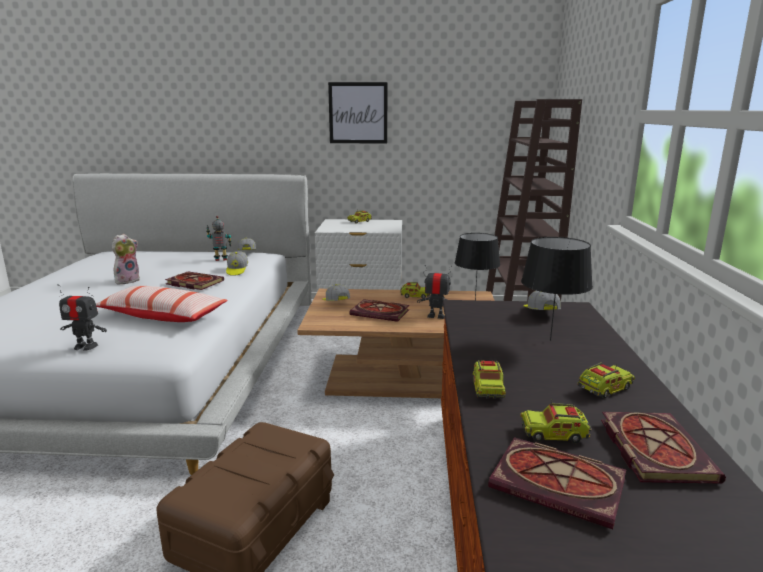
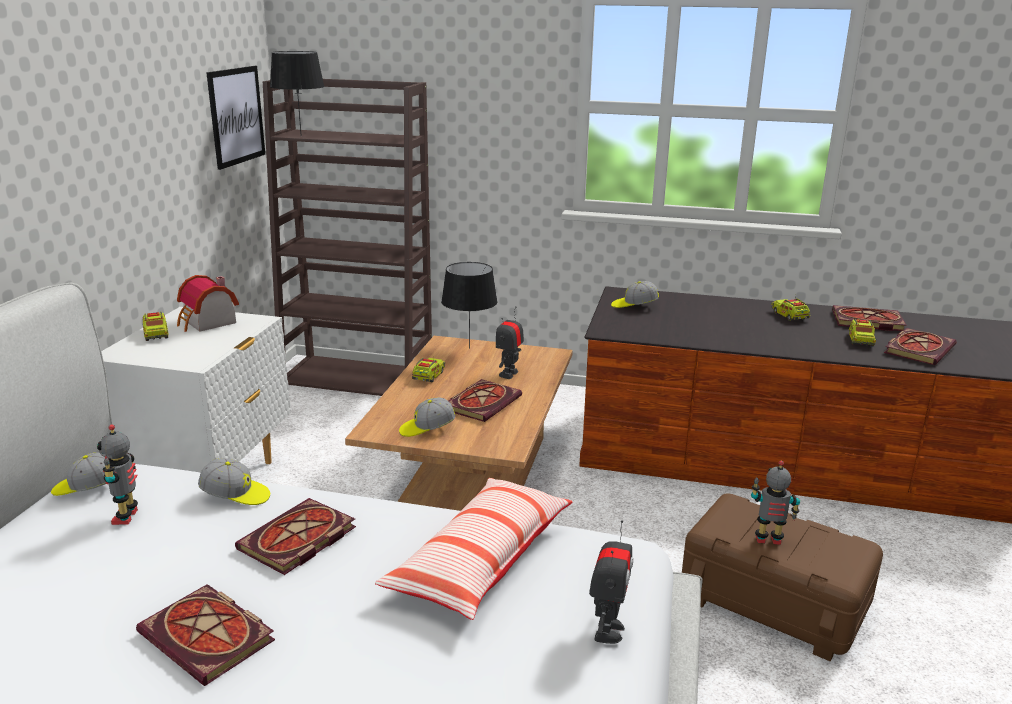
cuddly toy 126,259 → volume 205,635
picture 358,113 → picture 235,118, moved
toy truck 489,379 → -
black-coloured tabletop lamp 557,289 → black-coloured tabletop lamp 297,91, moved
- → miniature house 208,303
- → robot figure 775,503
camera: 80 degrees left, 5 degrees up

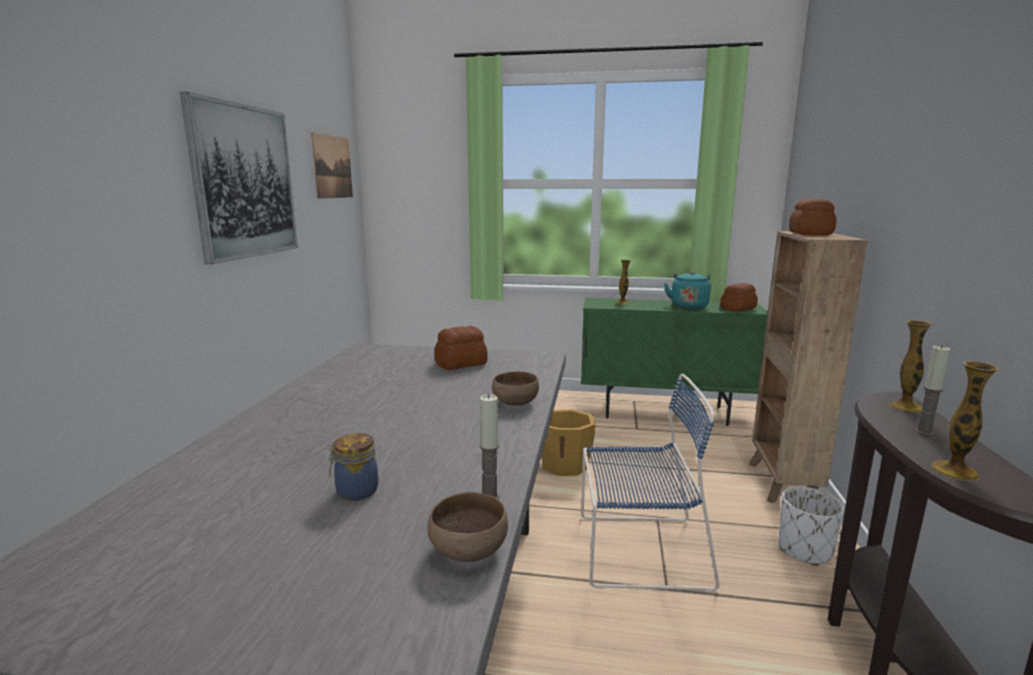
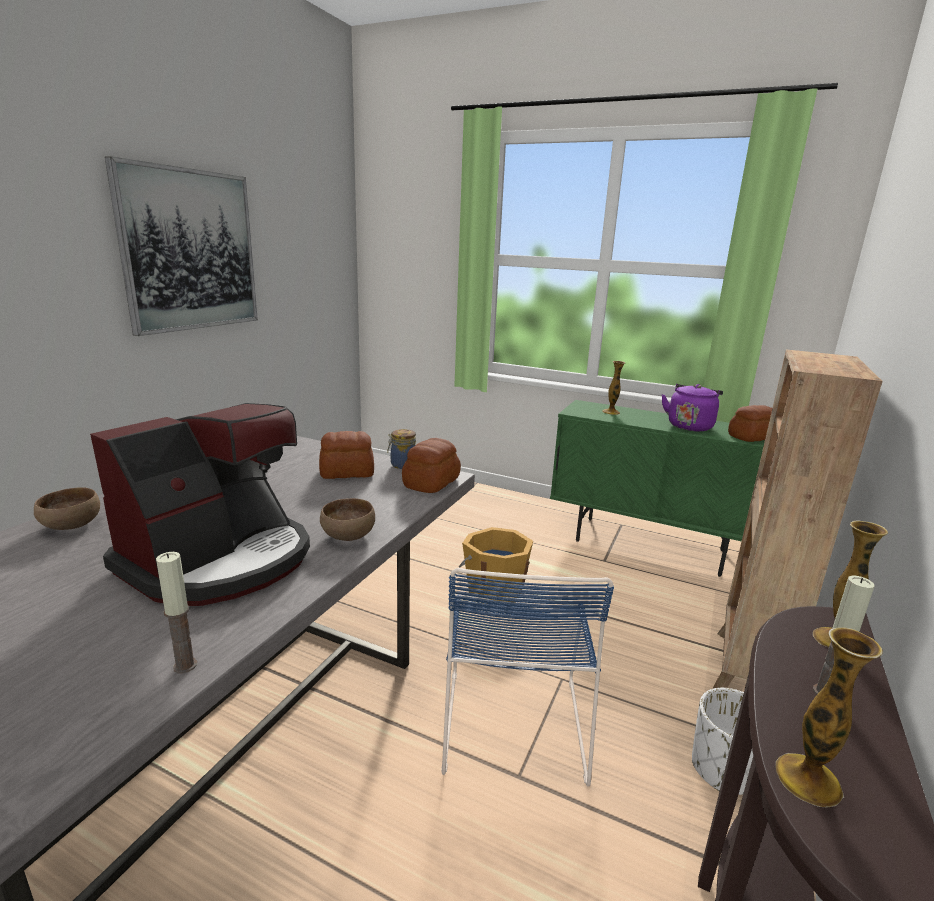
picture 332,165 → -
storage jar 353,467 → storage jar 401,449, moved
brownish bowl 468,527 → brownish bowl 67,508, moved
blue-coloured upright chair 650,483 → blue-coloured upright chair 527,677, 75 degrees clockwise
blue-green kettle 687,290 → purple-coloured kettle 692,407
baked bread 813,217 → baked bread 431,465, moved
- → coffee machine 200,504
camera: 15 degrees right, 5 degrees up

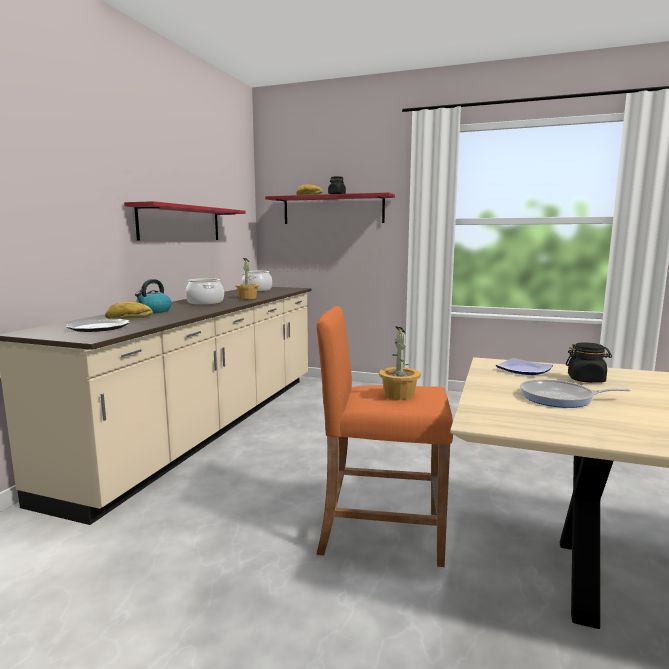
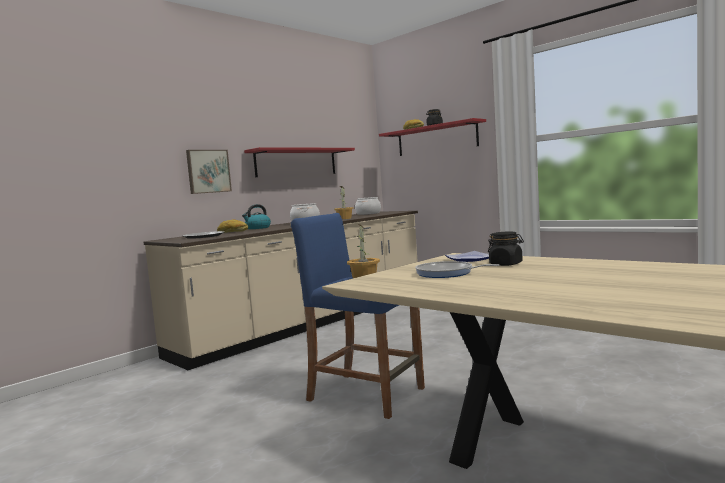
orange-coloured stool seat 384,436 → blue-coloured stool seat 358,316
- → picture 209,172
camera: 25 degrees right, 5 degrees down

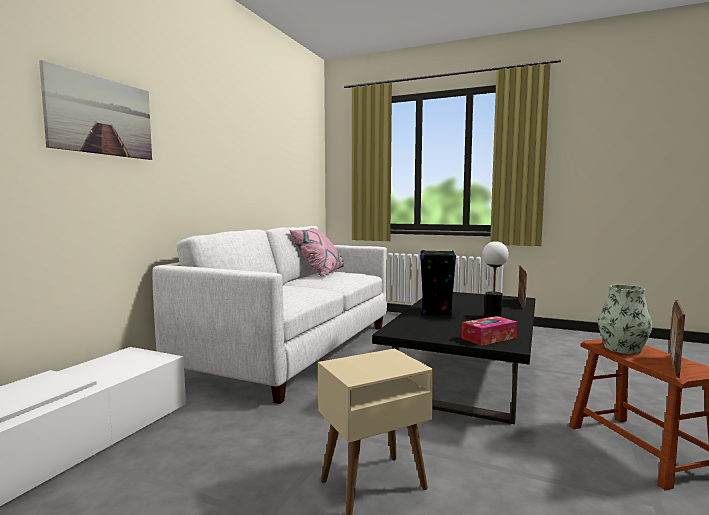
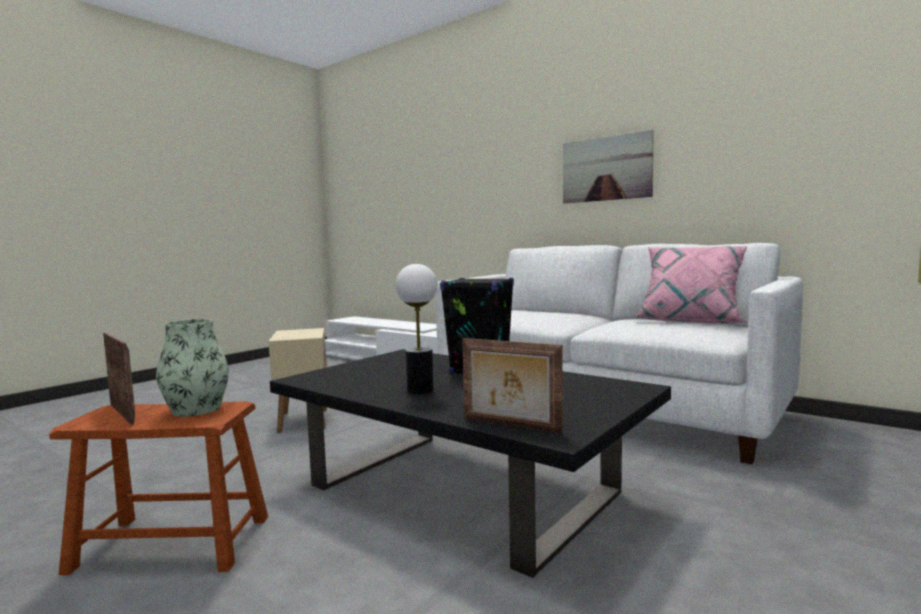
picture 95,110 → picture 608,167, moved
box of tissues 489,331 → -
camera: 105 degrees right, 0 degrees up

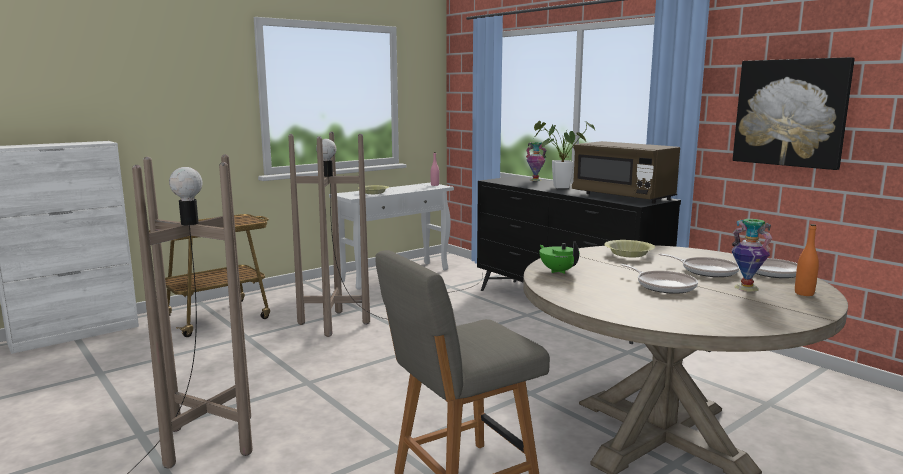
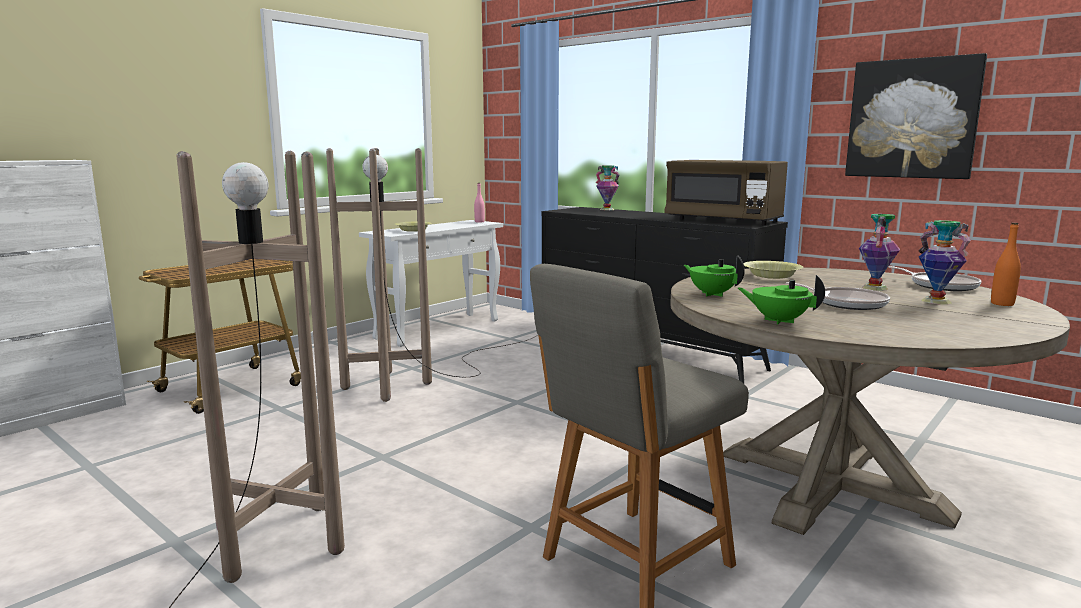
potted plant 564,154 → -
skillet 699,265 → vase 879,252
- → green tea pot 781,299
camera: 10 degrees left, 0 degrees up

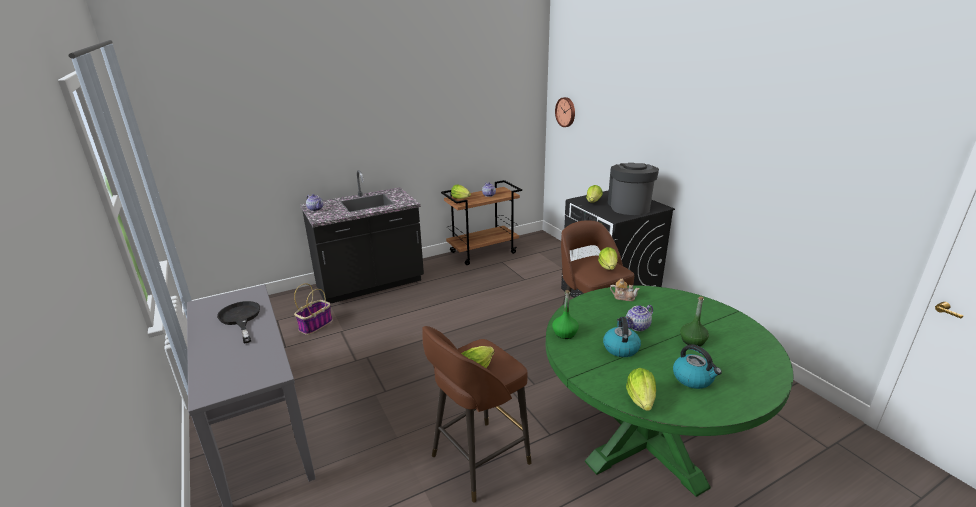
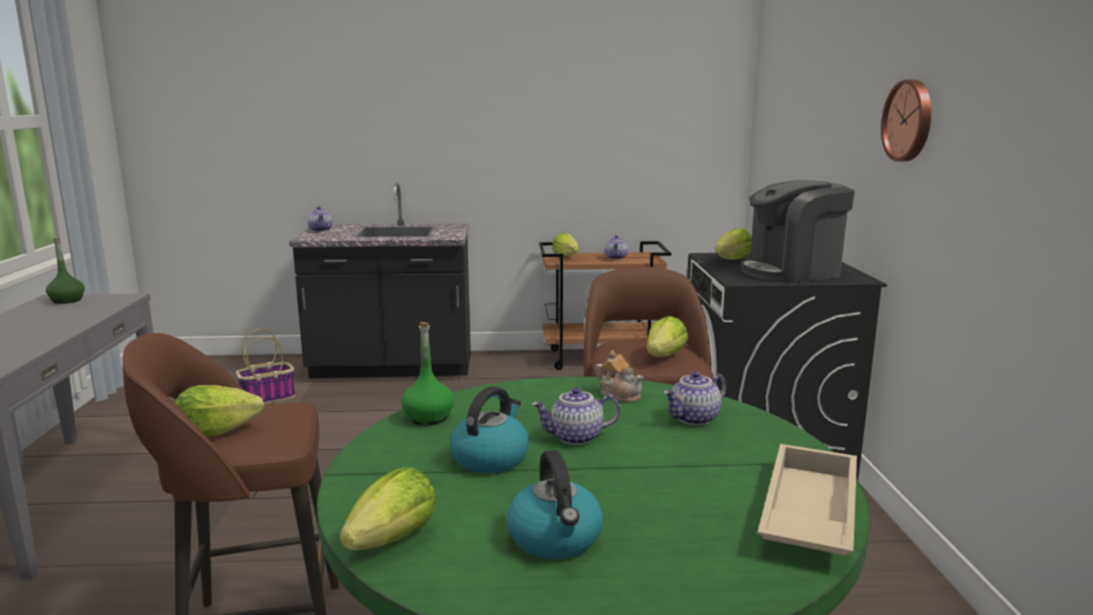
black-coloured skillet 238,322 → -
clock on the wall 565,112 → clock on the wall 906,120, moved
coffee machine 633,189 → coffee machine 797,231, 135 degrees counterclockwise
green bottle 694,321 → green bottle 65,271, moved
- → tea pot 695,398
- → sand-coloured carrying tray 807,500
camera: 25 degrees right, 10 degrees down

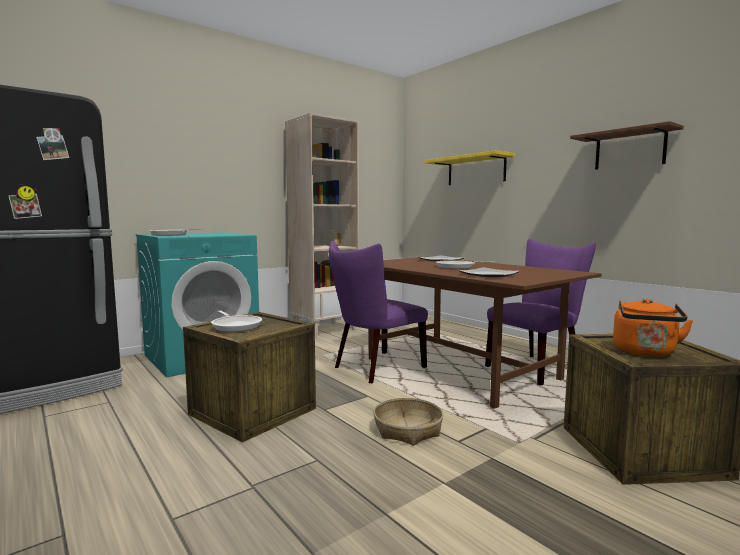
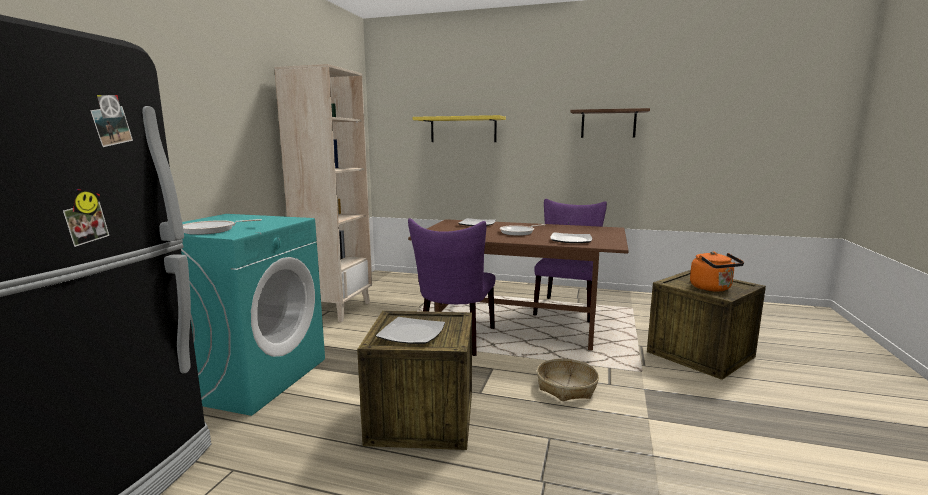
skillet 236,321 → dinner plate 410,330
camera: 35 degrees left, 5 degrees up

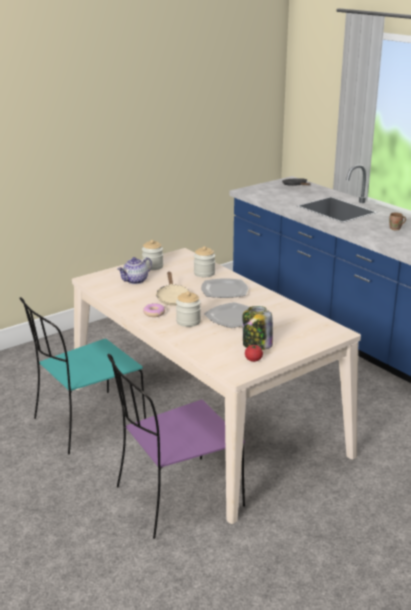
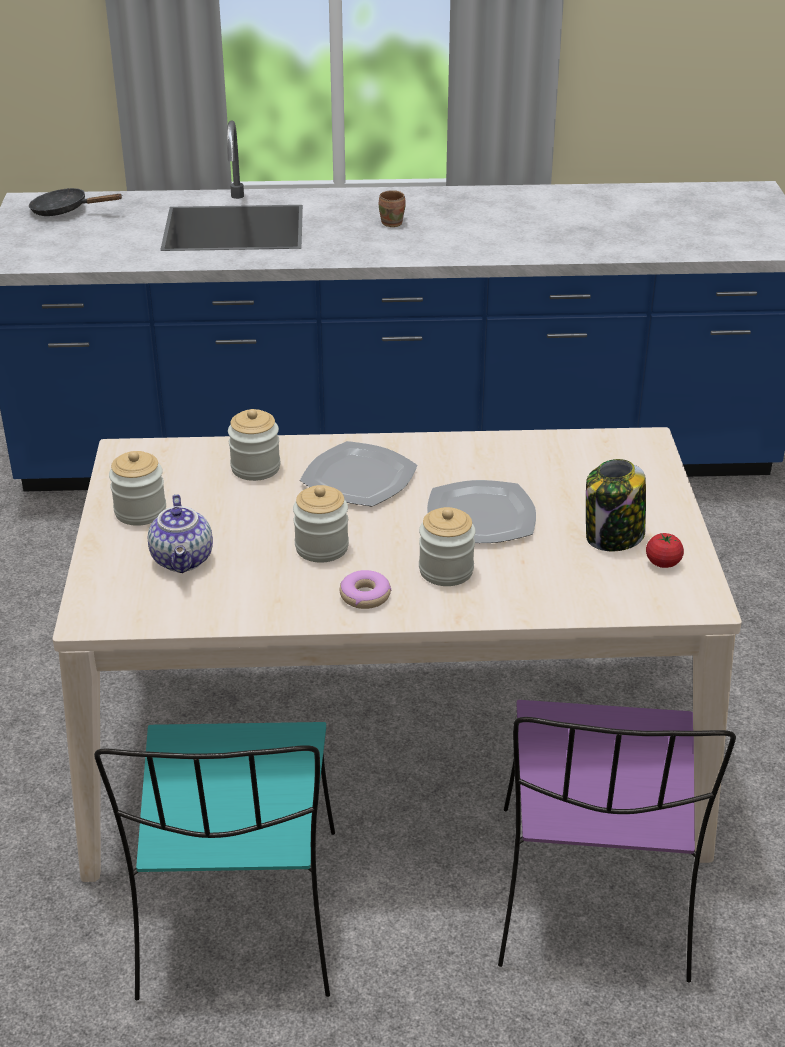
sand-coloured skillet 173,289 → storage jar 321,524
camera: 55 degrees left, 10 degrees up

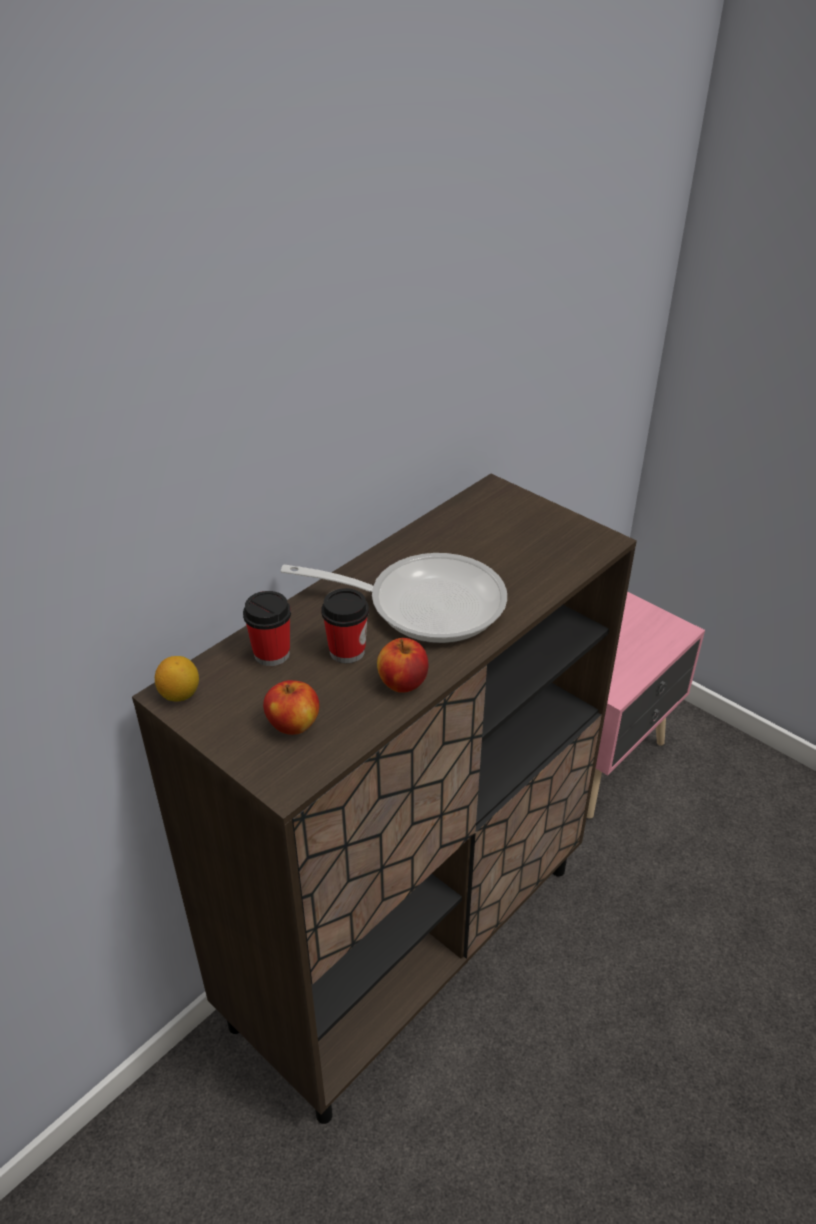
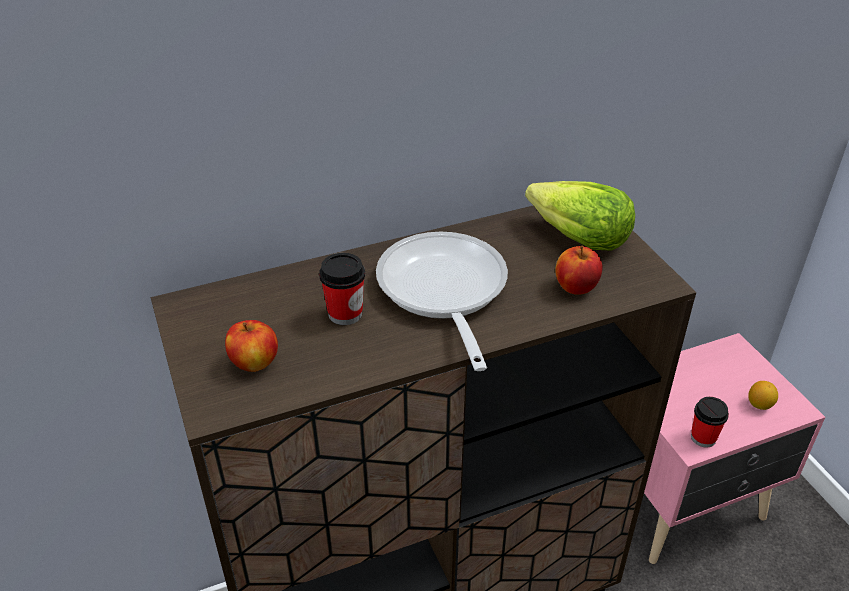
citrus fruit 177,678 → citrus fruit 763,395, moved
drinking cup 267,628 → drinking cup 710,422, moved
skillet 394,598 → skillet 442,301, 135 degrees counterclockwise
apple fruit 402,665 → apple fruit 579,270, moved
- → head of lettuce 580,216
camera: 25 degrees right, 0 degrees up

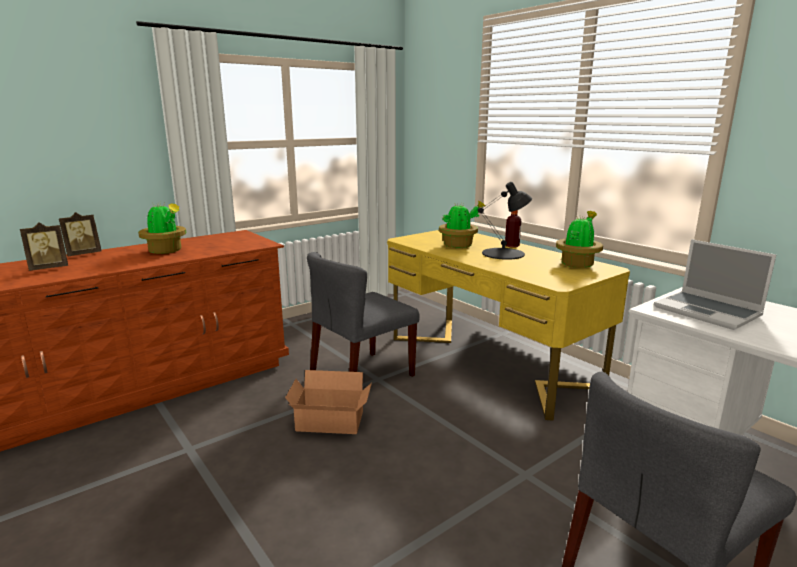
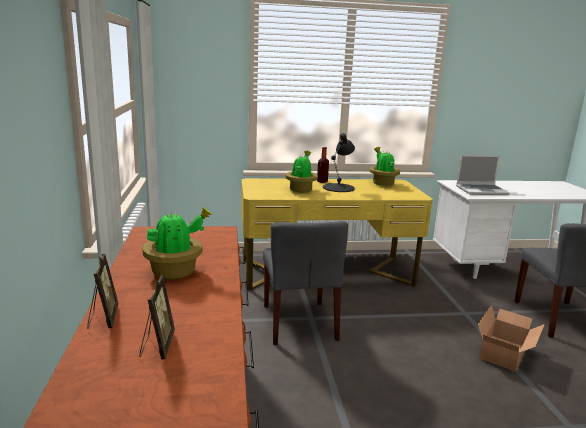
packing box 328,402 → packing box 511,338, moved
camera: 60 degrees left, 0 degrees up

